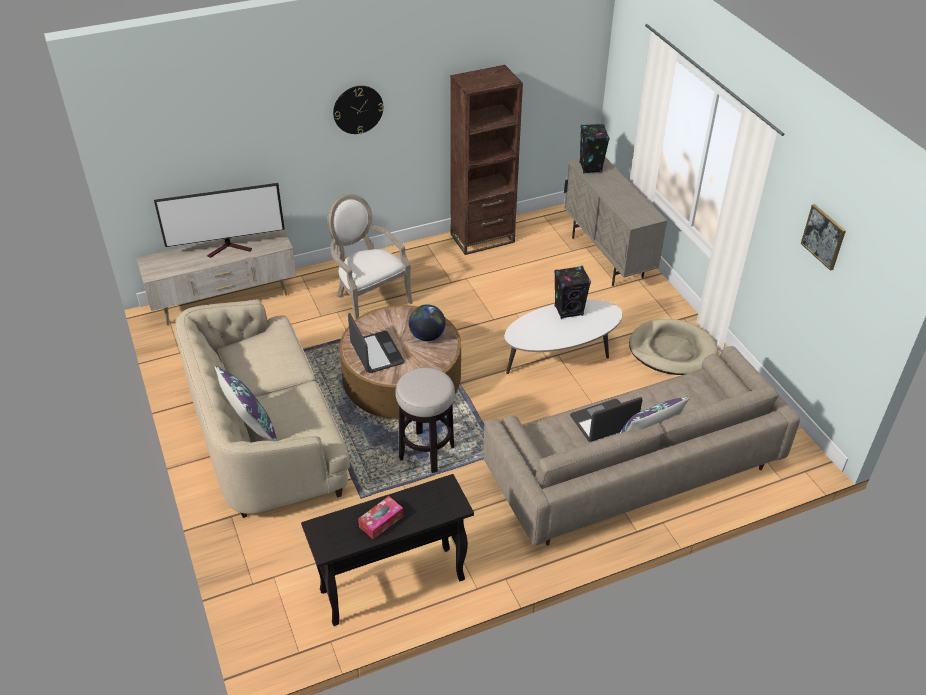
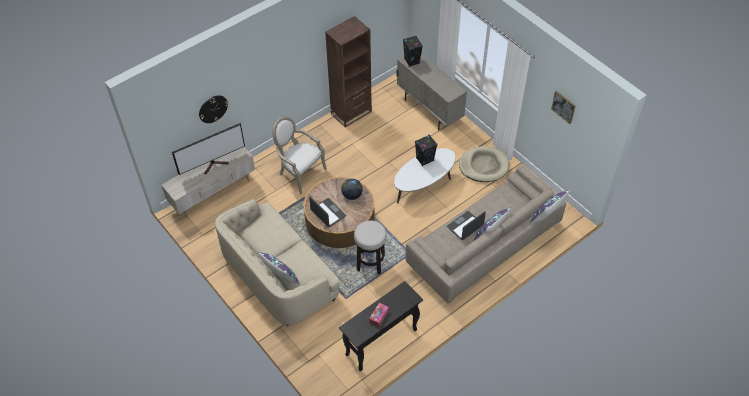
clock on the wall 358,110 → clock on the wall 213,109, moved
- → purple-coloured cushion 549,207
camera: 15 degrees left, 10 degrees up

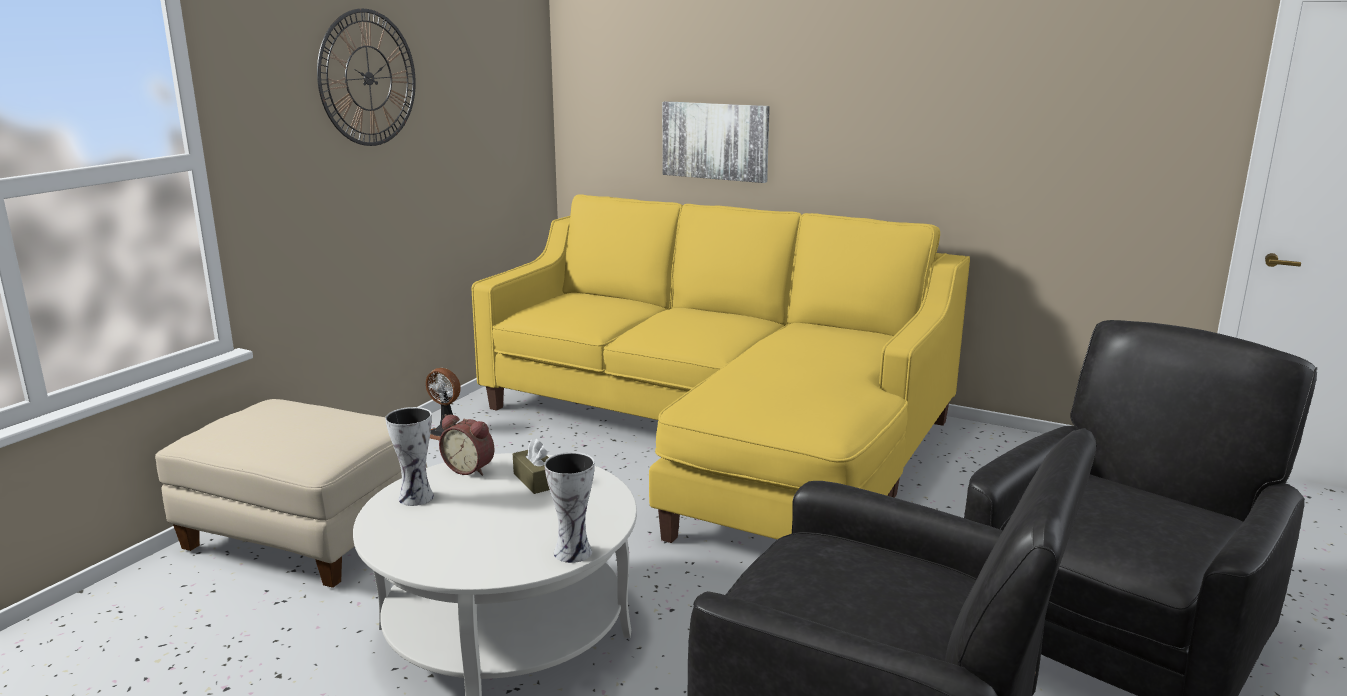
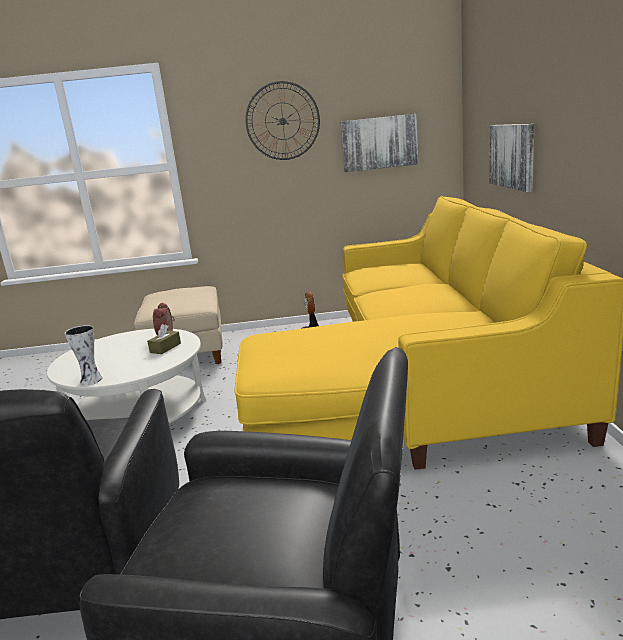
vase 409,456 → -
- → picture 379,143
camera: 60 degrees right, 0 degrees up

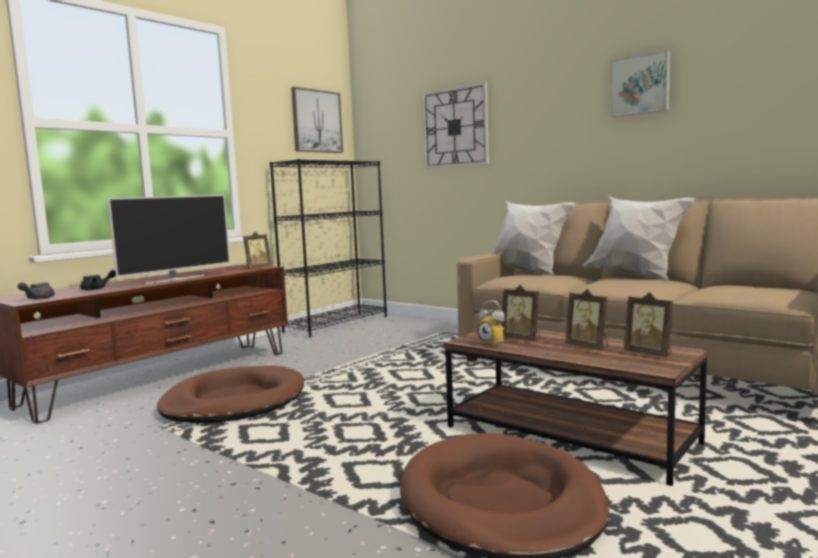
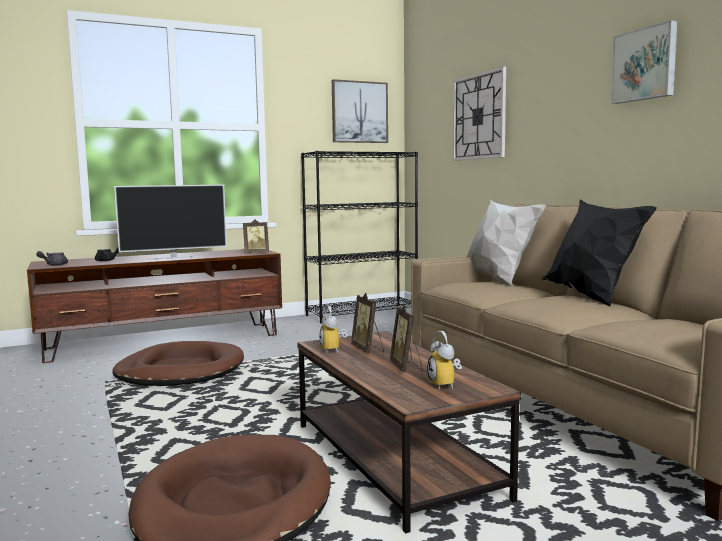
white-coloured cushion 639,238 → black-coloured cushion 599,252
standing frame 648,324 → alarm clock 444,360
camera: 25 degrees right, 0 degrees up

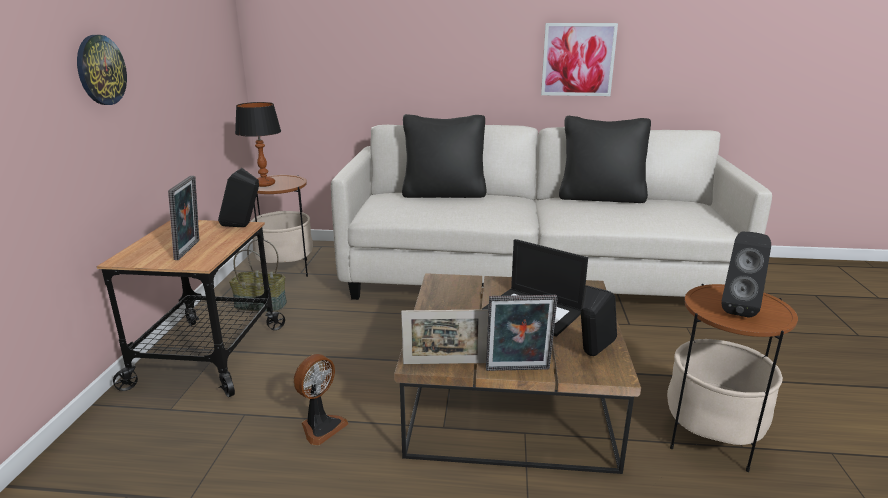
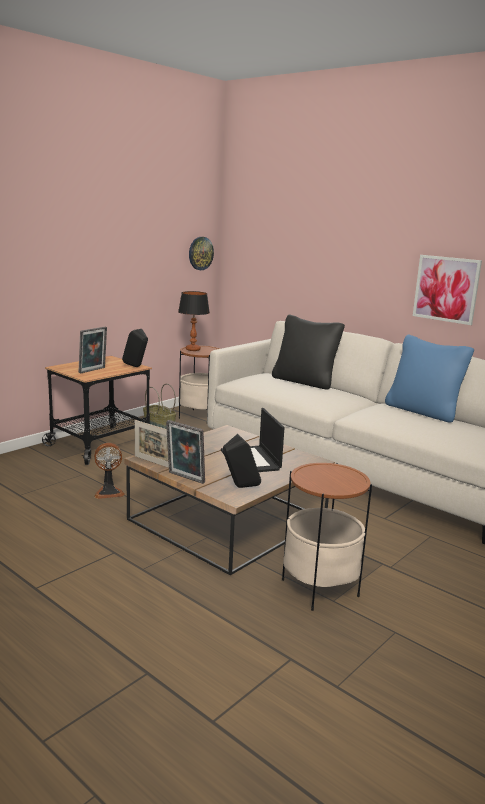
clock on the wall 102,70 → clock on the wall 201,253, moved
black-coloured cushion 605,159 → blue-coloured cushion 429,378
black-coloured loudspeaker 746,275 → -
camera: 35 degrees right, 5 degrees down

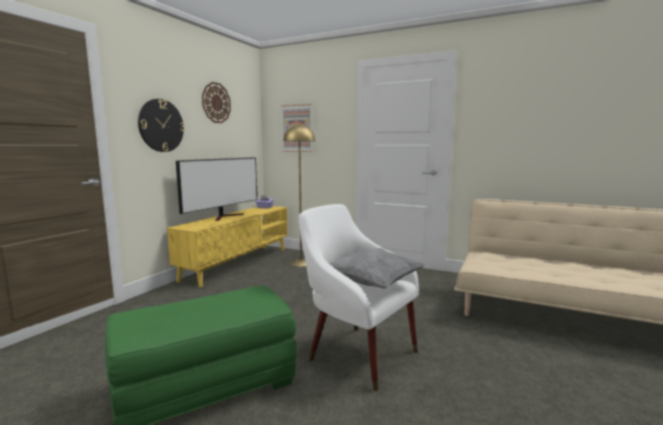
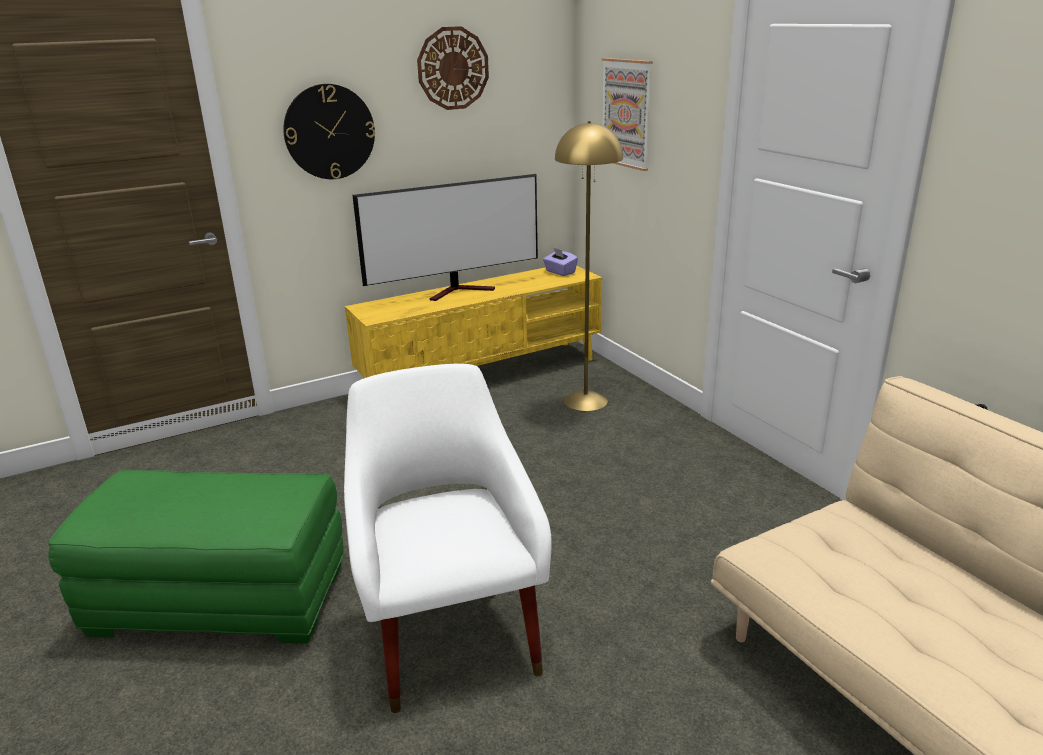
gray cushion 377,268 → -
camera: 35 degrees right, 15 degrees up

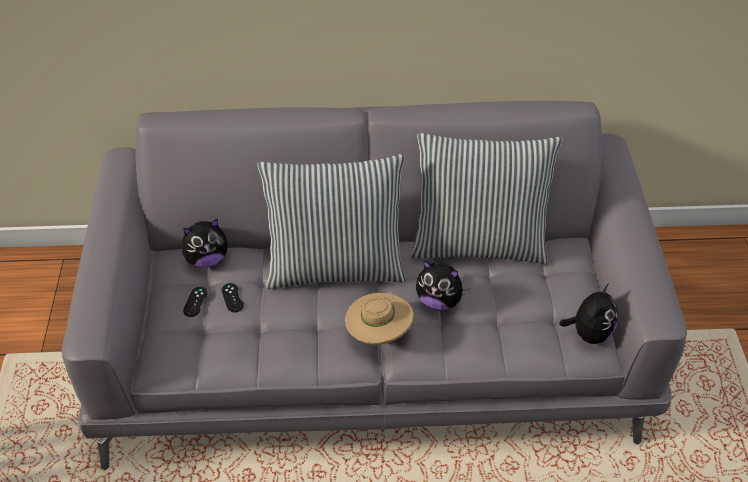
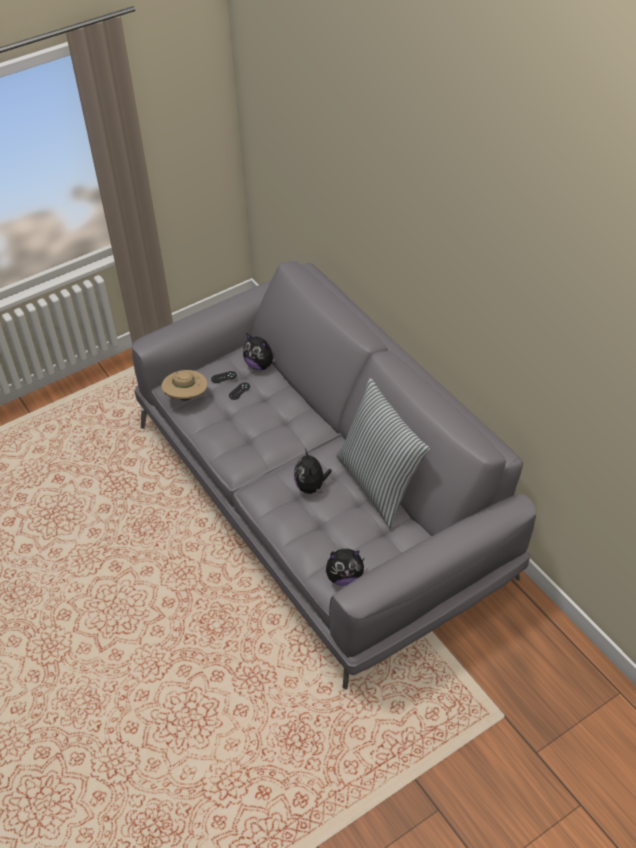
cushion 331,221 → -
sand-coloured wearable hat 379,318 → sand-coloured wearable hat 184,385, moved
camera: 60 degrees right, 0 degrees up

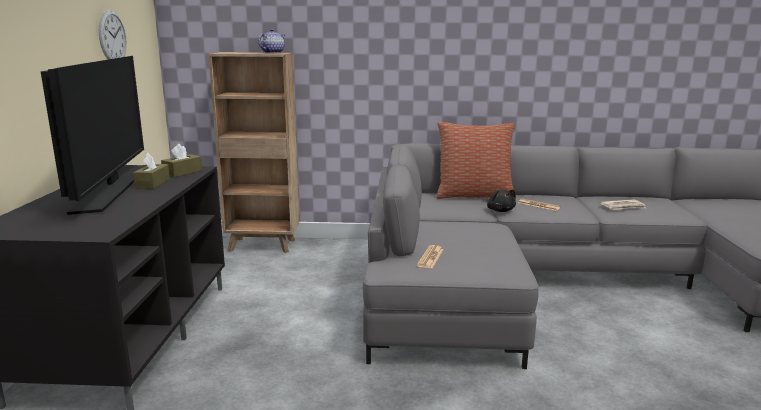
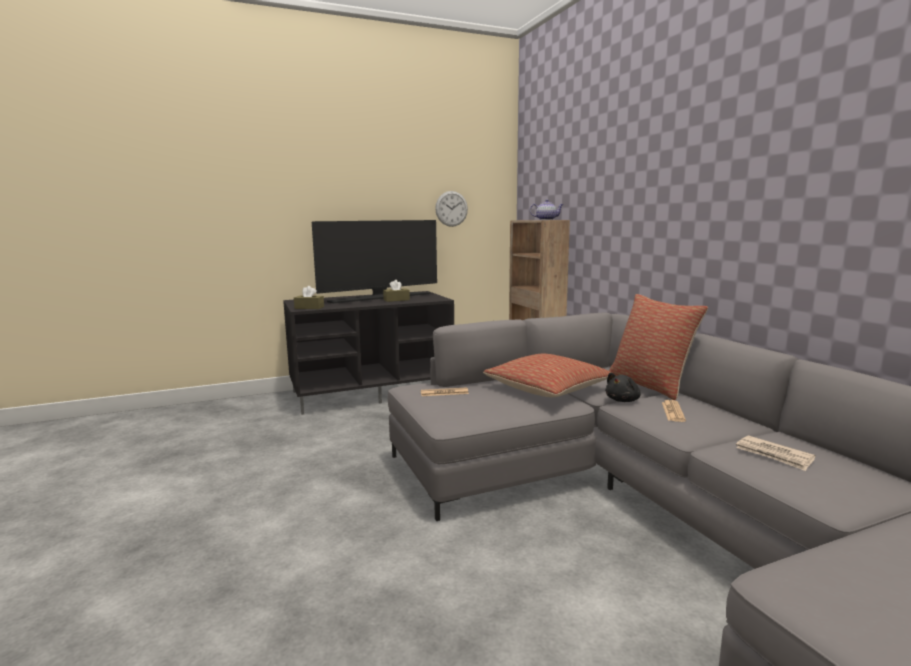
brownish box of tissues 181,160 → brownish box of tissues 309,297, moved
- → cushion 547,375
camera: 65 degrees right, 5 degrees down

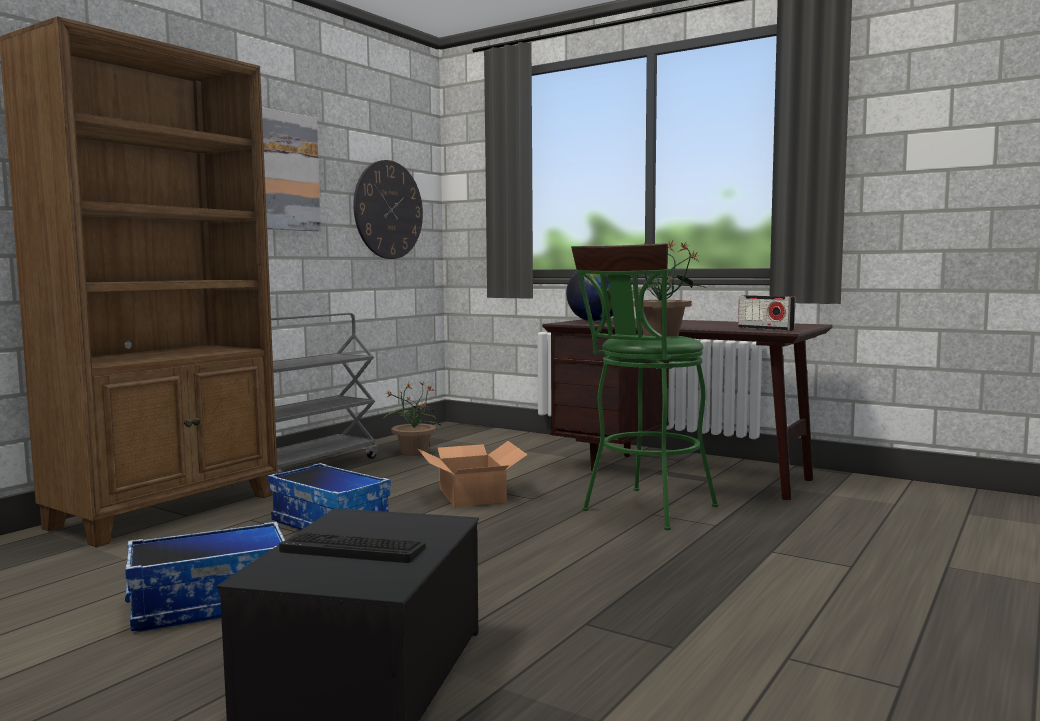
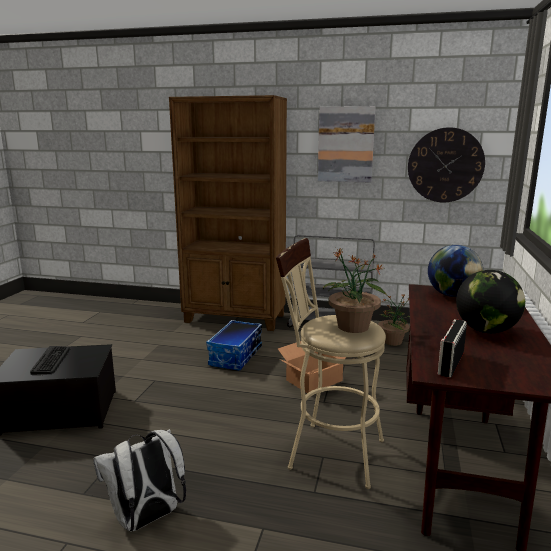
storage bin 205,576 → -
green stool seat 644,386 → sand-coloured stool seat 331,363
- → white-coloured rucksack 139,480
- → world globe 490,301
camera: 70 degrees right, 10 degrees up

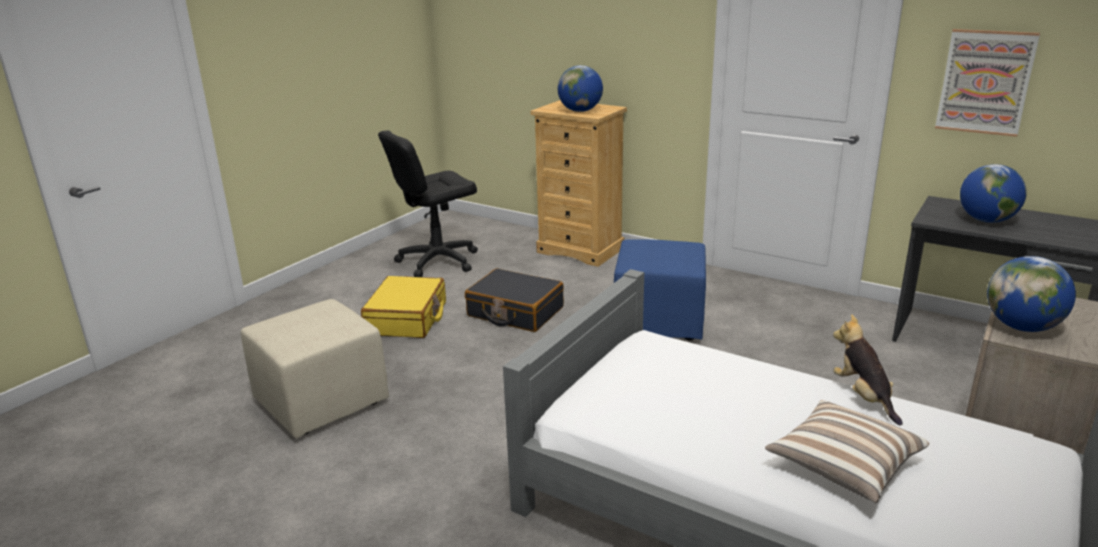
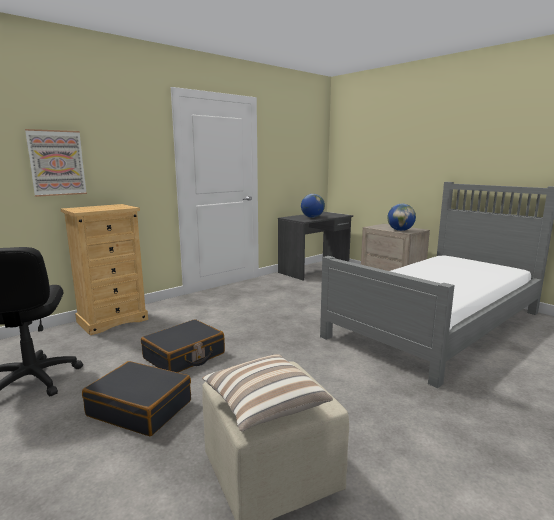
yellow travel case 403,307 → black-coloured travel case 136,398
world globe 580,88 → -
blue-coloured ottoman 660,290 → -
cushion 847,451 → cushion 267,392, moved
cuddly toy 868,370 → -
picture 987,83 → picture 56,163, moved
camera: 75 degrees left, 10 degrees down

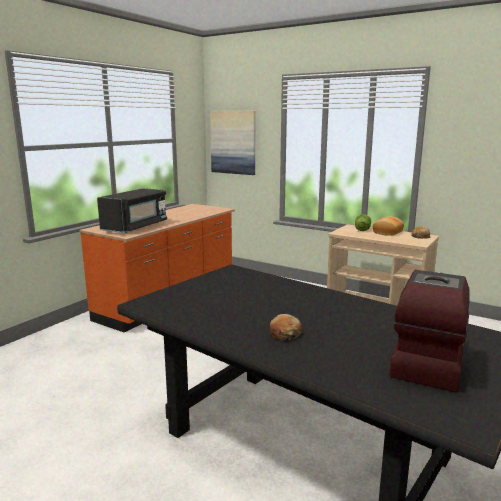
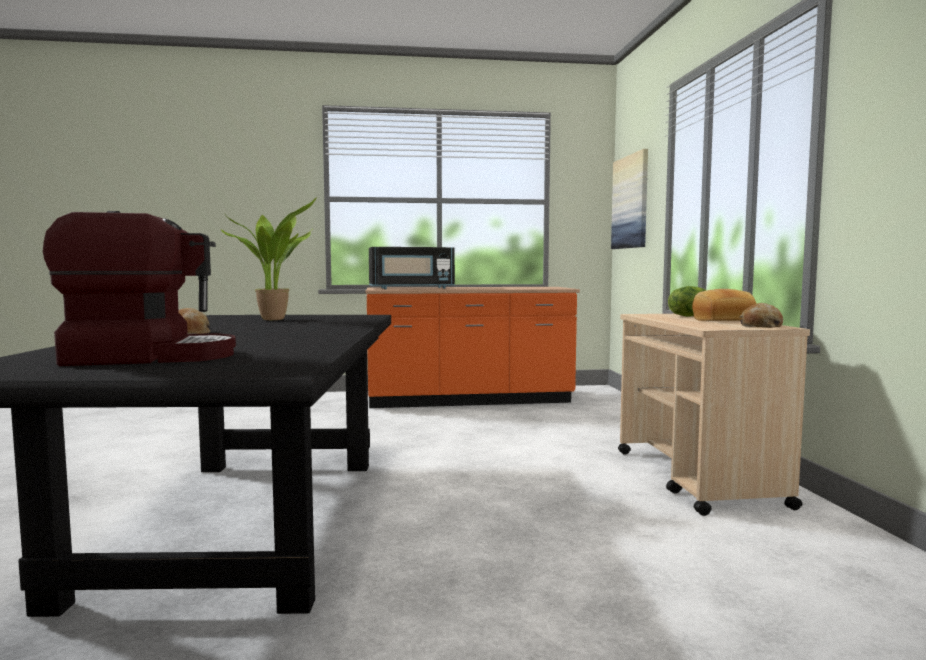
- → potted plant 269,258
camera: 50 degrees right, 10 degrees down

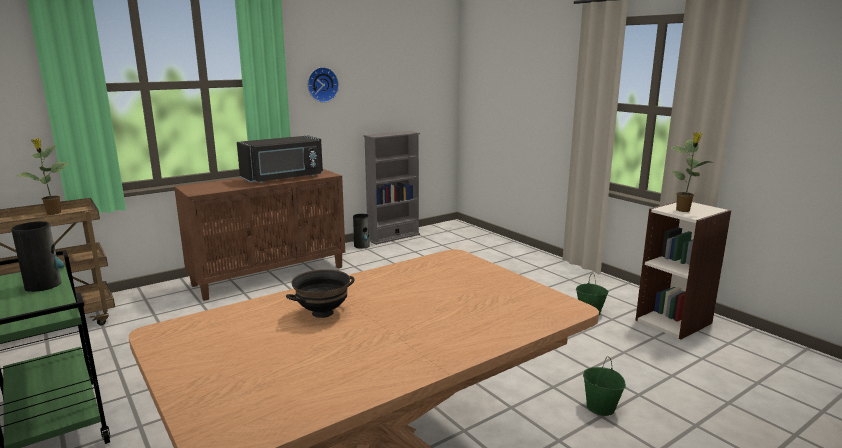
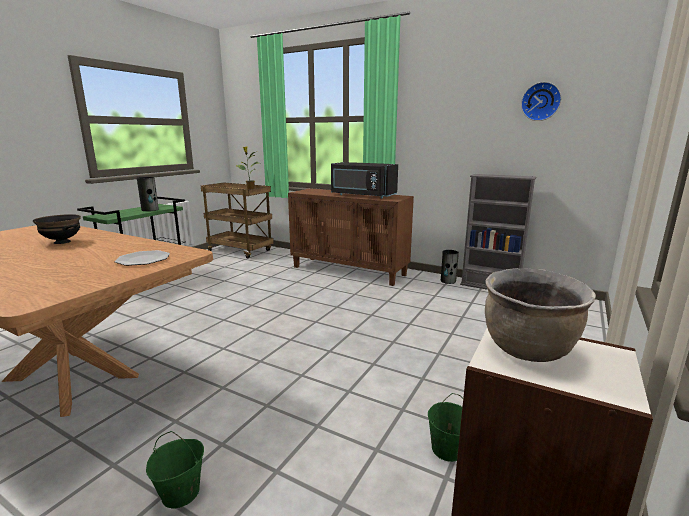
clock on the wall 323,85 → clock on the wall 541,101, moved
potted plant 691,172 → brownish stockpot 540,315
- → dinner plate 142,258
camera: 65 degrees right, 0 degrees up

